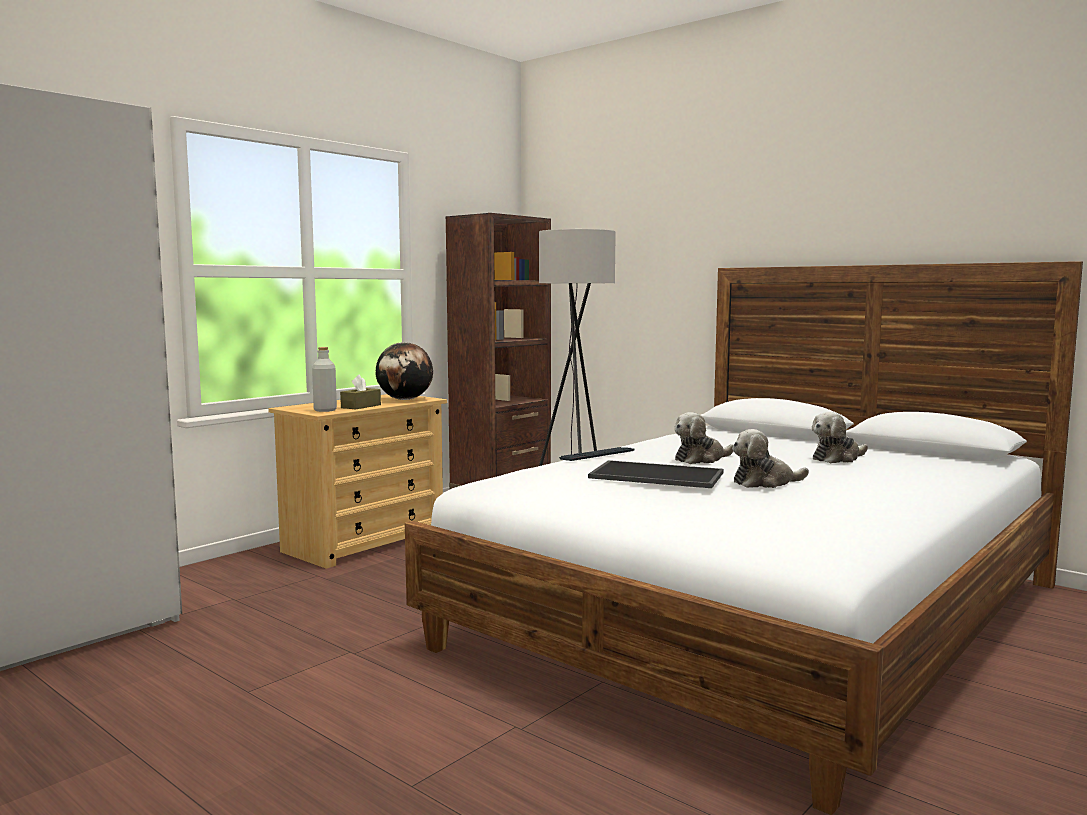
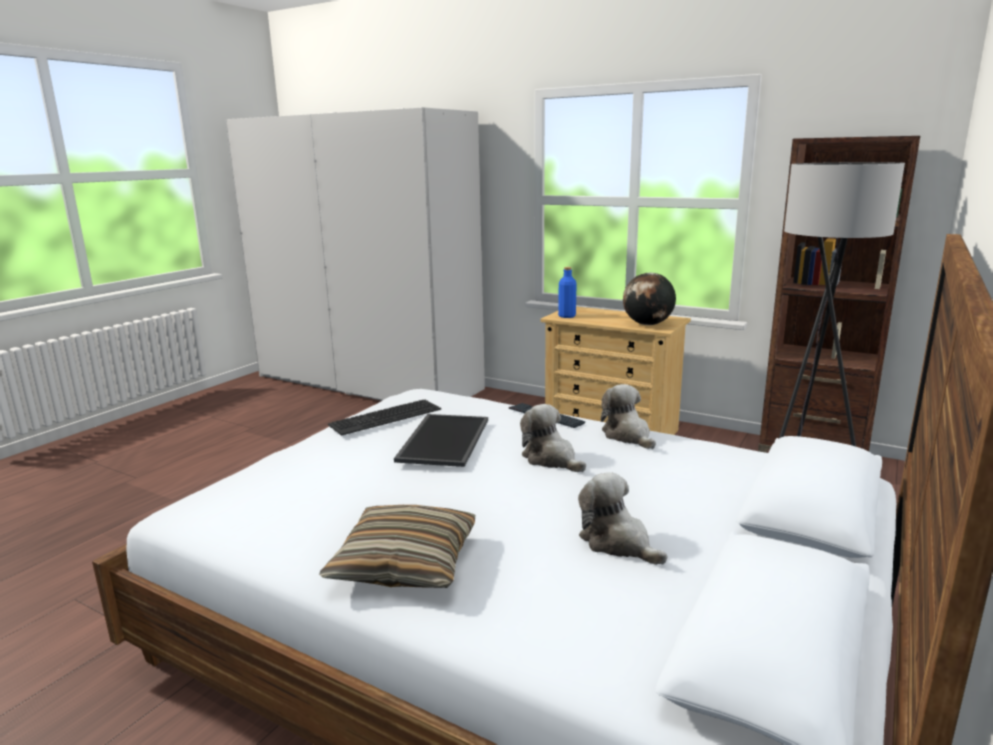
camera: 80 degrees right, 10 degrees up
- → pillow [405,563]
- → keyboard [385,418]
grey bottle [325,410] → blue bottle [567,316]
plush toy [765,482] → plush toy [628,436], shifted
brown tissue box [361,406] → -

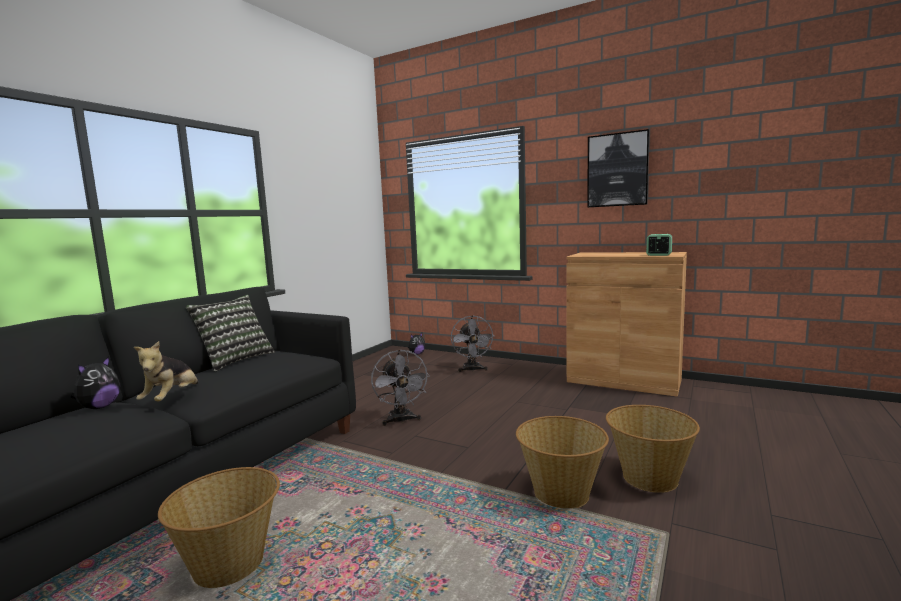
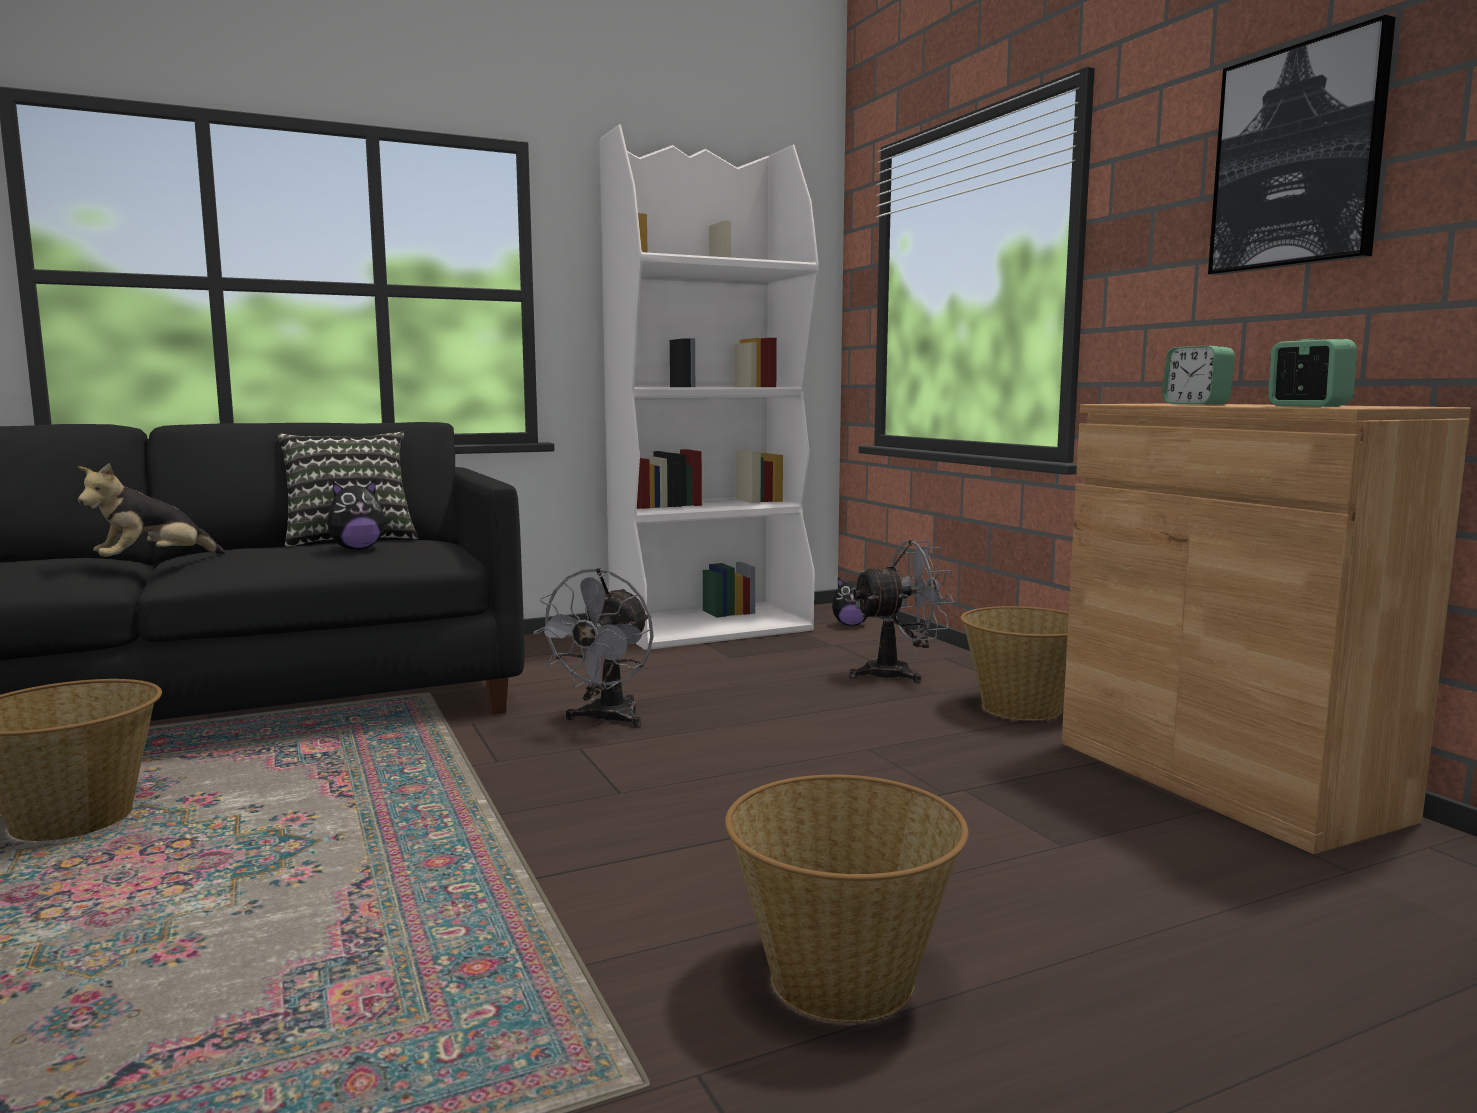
camera: 35 degrees right, 0 degrees up
plush toy [99,407] → plush toy [357,549], shifted
- → white bookcase [711,628]
grey fan [472,370] → grey fan [899,673], 135 degrees counterclockwise
basket [561,492] → basket [1022,707], shifted
- → alarm clock [1195,404]

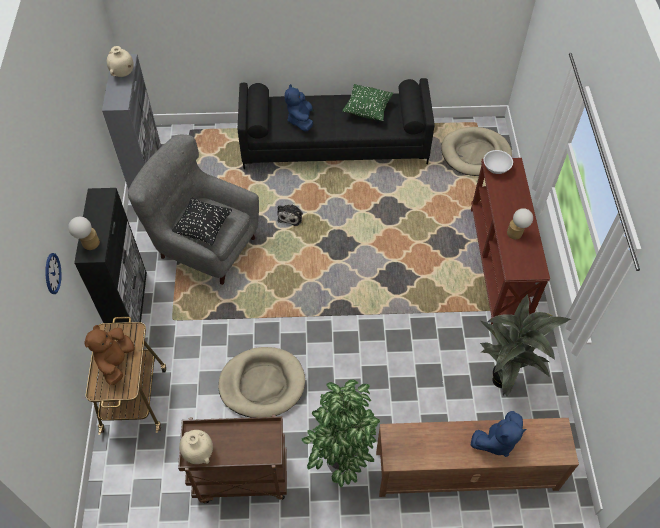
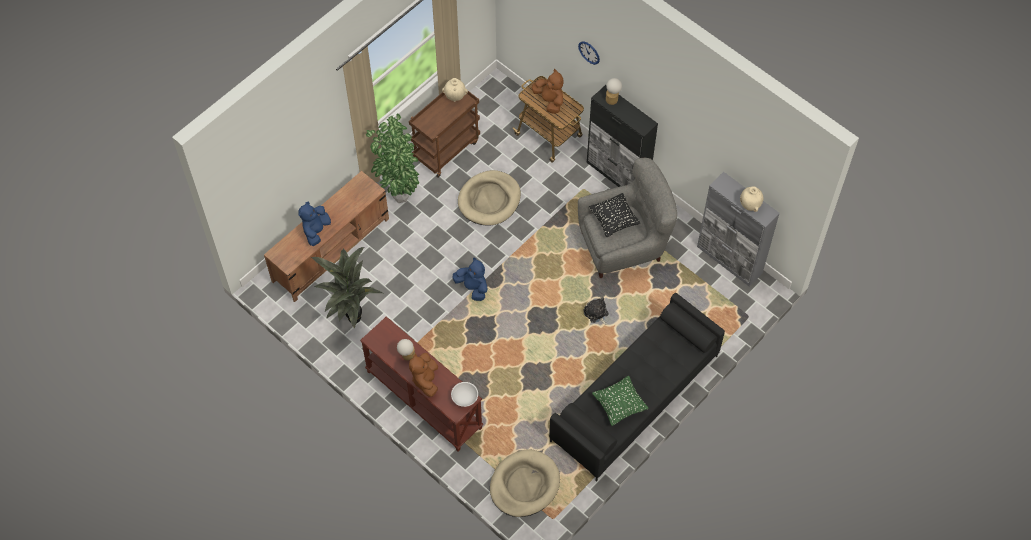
camera: 135 degrees right, 5 degrees up
- → brown plush toy [425,379]
blue plush toy [300,120] → blue plush toy [472,287], shifted

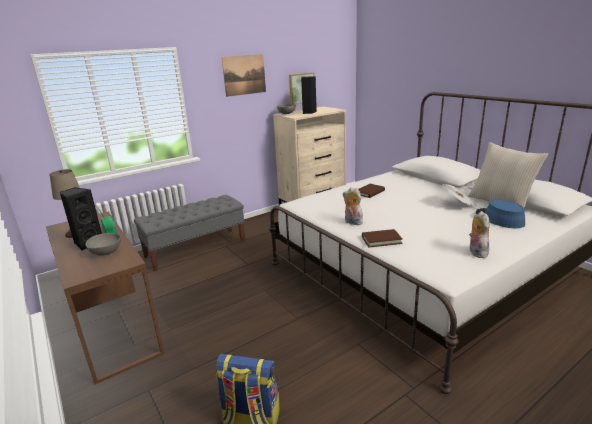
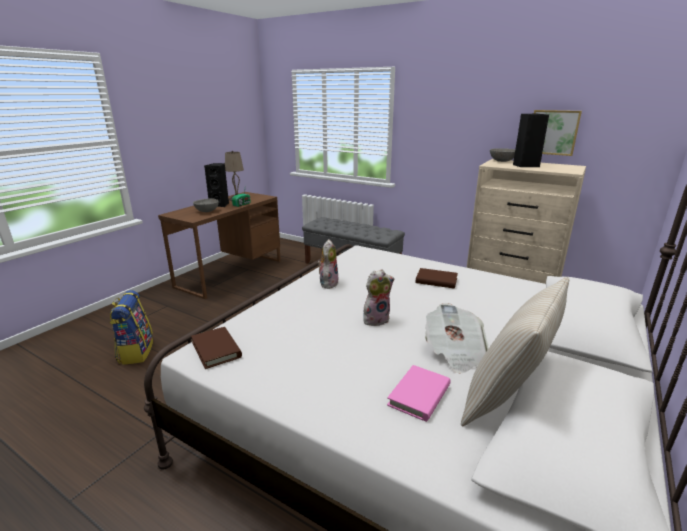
camera: 65 degrees right, 0 degrees up
brown book [381,240] → brown book [216,349], shifted
plush toy [476,252] → plush toy [376,319], shifted
blue hat [499,219] → pink book [419,395]
picture [244,75] → -

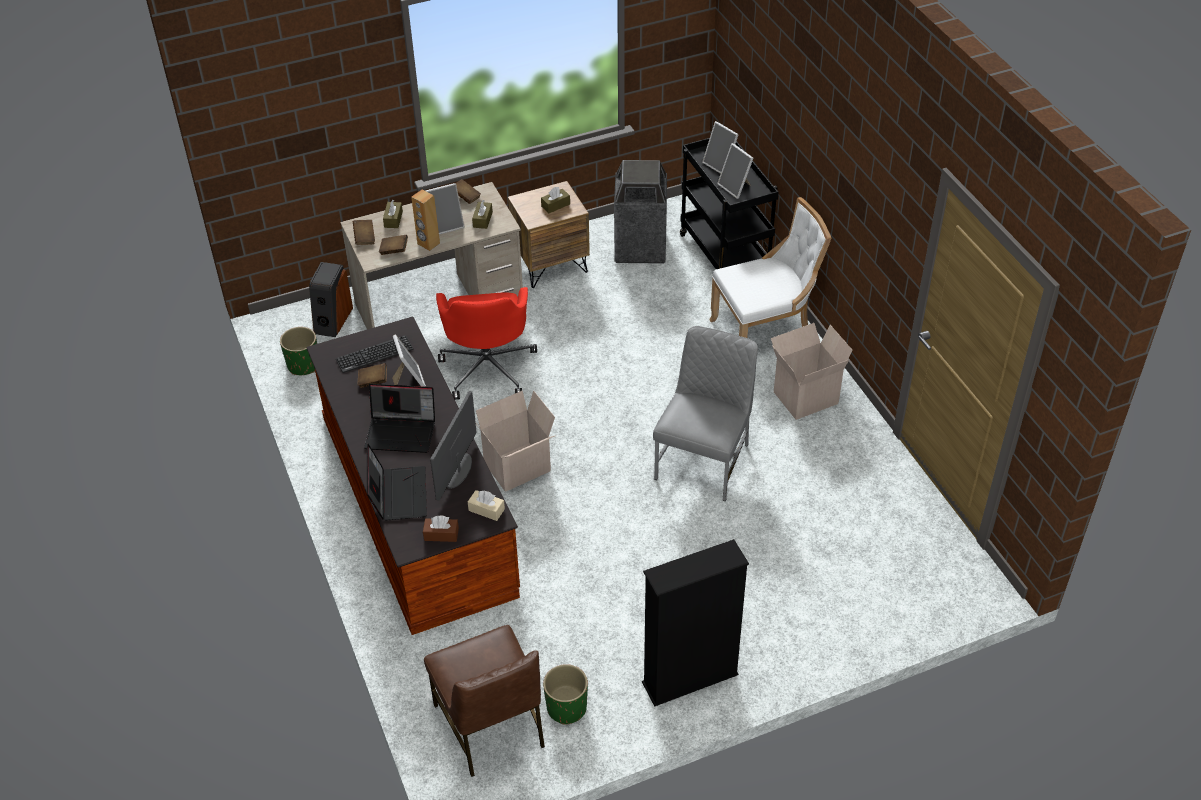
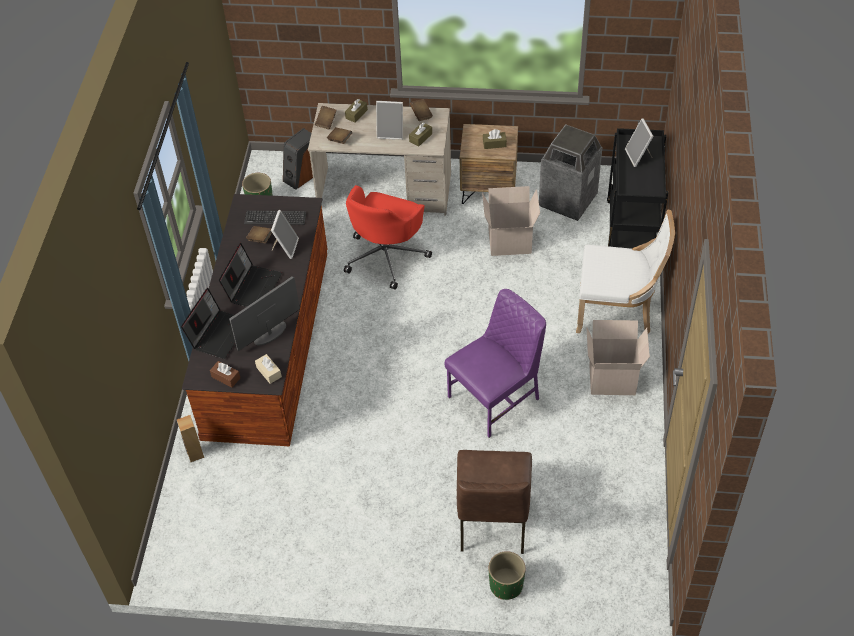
camera: 30 degrees right, 5 degrees up
brown speaker [428,244] → brown speaker [195,454], shifted
laptop [402,432] → laptop [253,287], 105 degrees counterclockwise
grey chair [704,461] → purple chair [496,398]
brown chair [491,726] → brown chair [492,521], shifted
cardboard box [517,469] → cardboard box [509,243], shifted
green planter [567,708] → green planter [506,585], shifted
black bookcase [690,679] → -
picture frame [736,187] → -

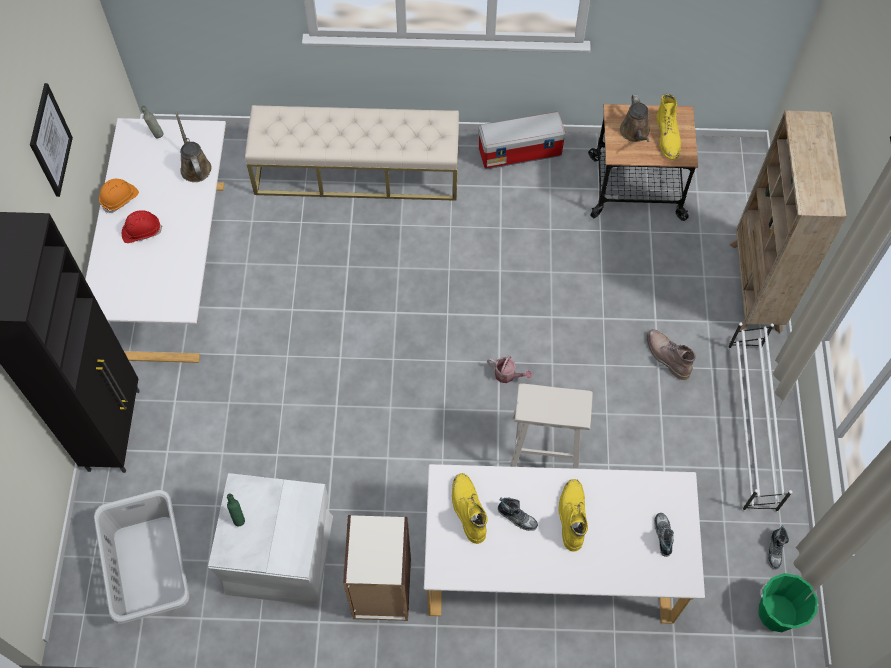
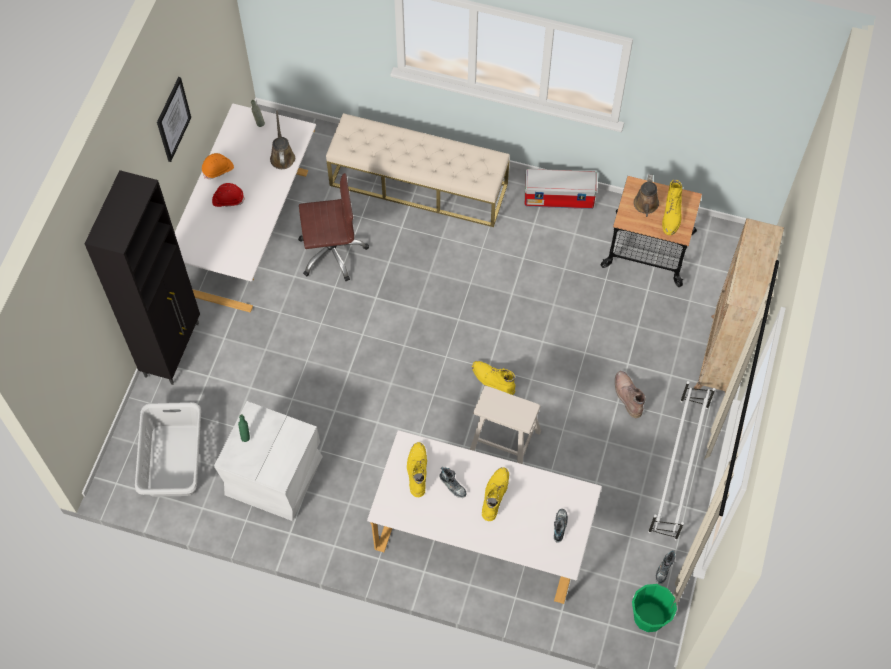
camera: 15 degrees right, 0 degrees up
- → brown office chair [332,252]
watering can [508,375] → yellow boot [492,380]
bookcase [382,589] → -

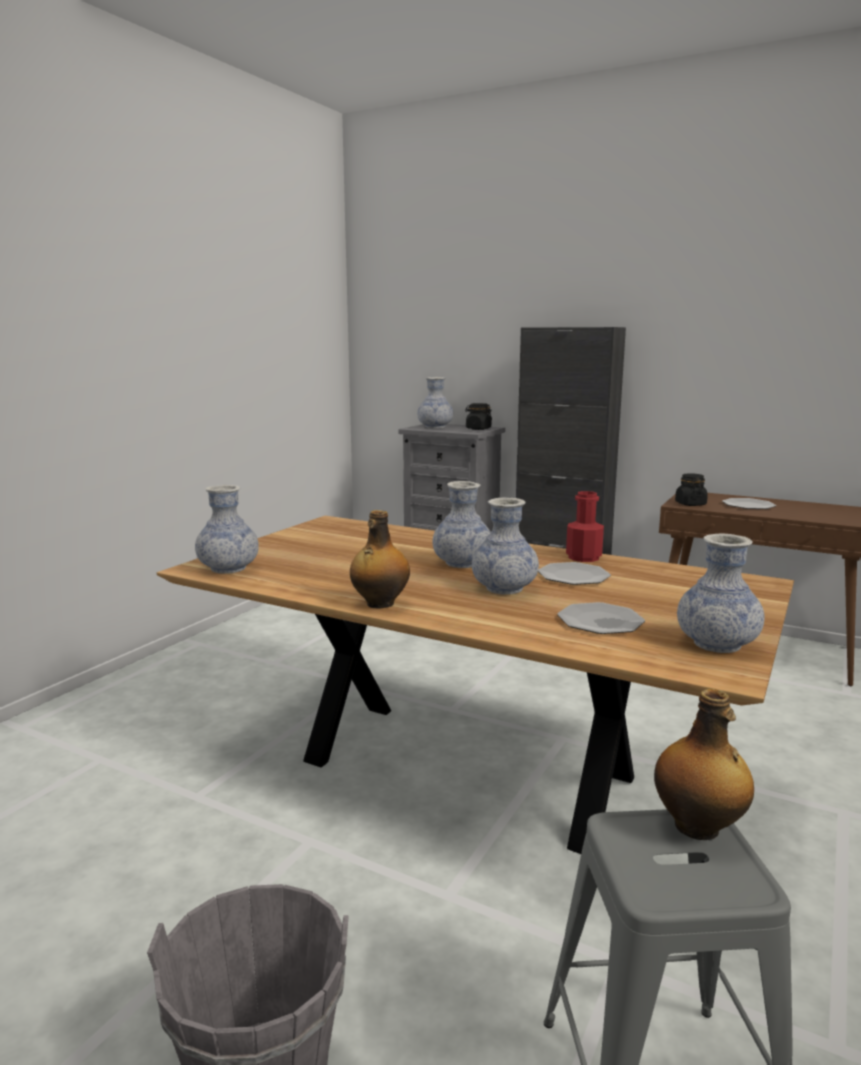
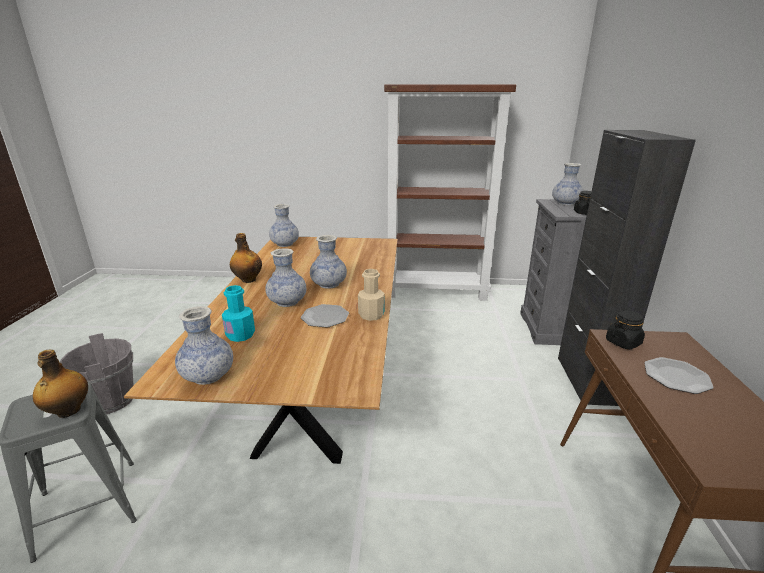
camera: 65 degrees right, 10 degrees up
plate [600,621] → turquoise bottle [240,335]
red bottle [583,557] → beige bottle [371,315]
- → brown bookcase [436,291]

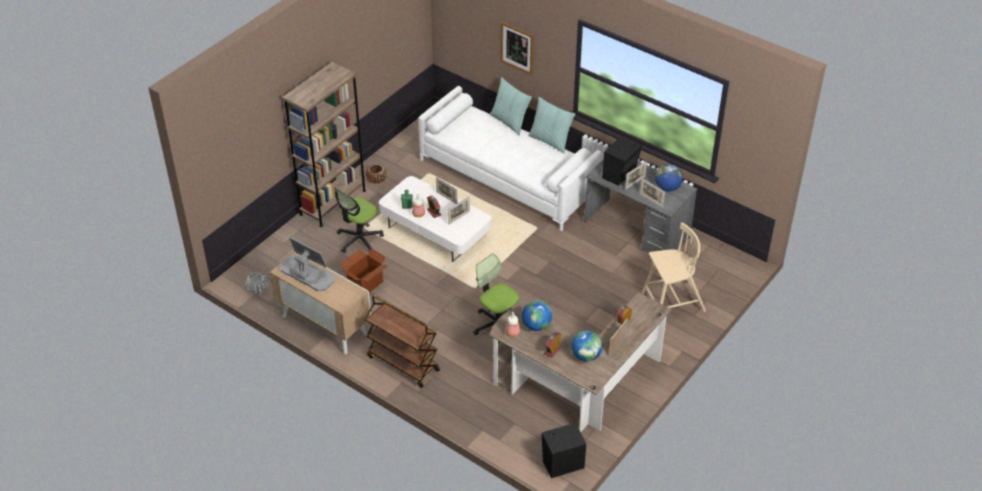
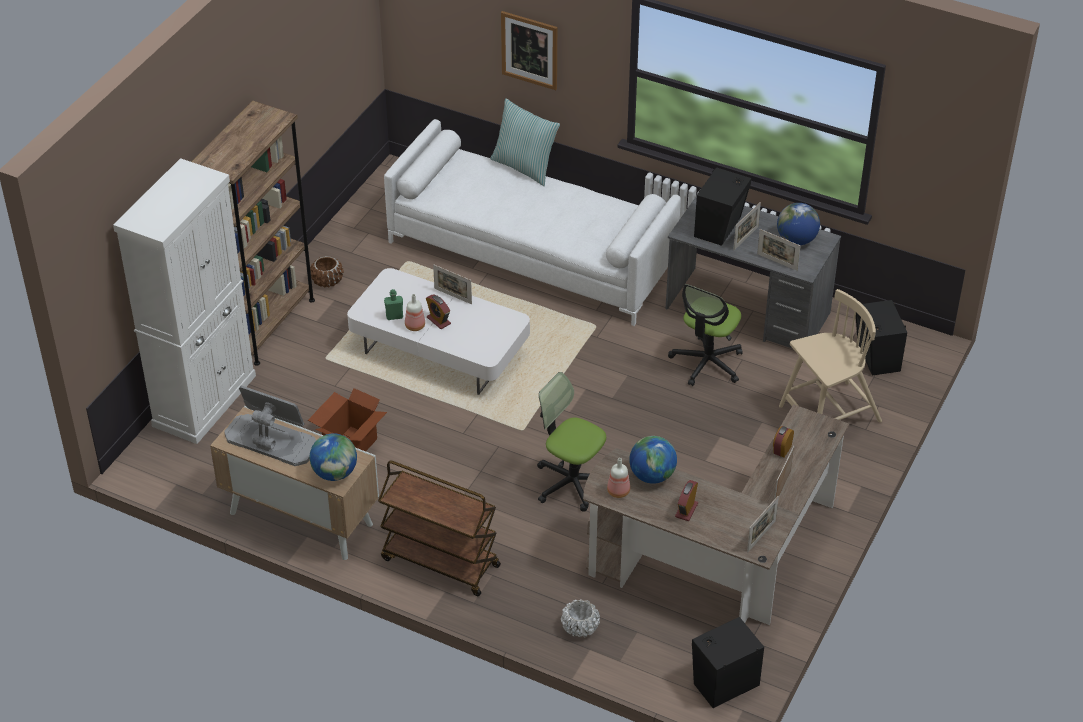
camera: 10 degrees left, 0 degrees up
- → white cabinet [205,400]
globe [586,356] → globe [335,473], shifted
white planter [258,289] → white planter [580,627], shifted
office chair [359,239] → office chair [707,363], shifted
picture frame [459,218] → picture frame [761,536], shifted
- → black speaker [876,358]
pillow [550,141] → -

